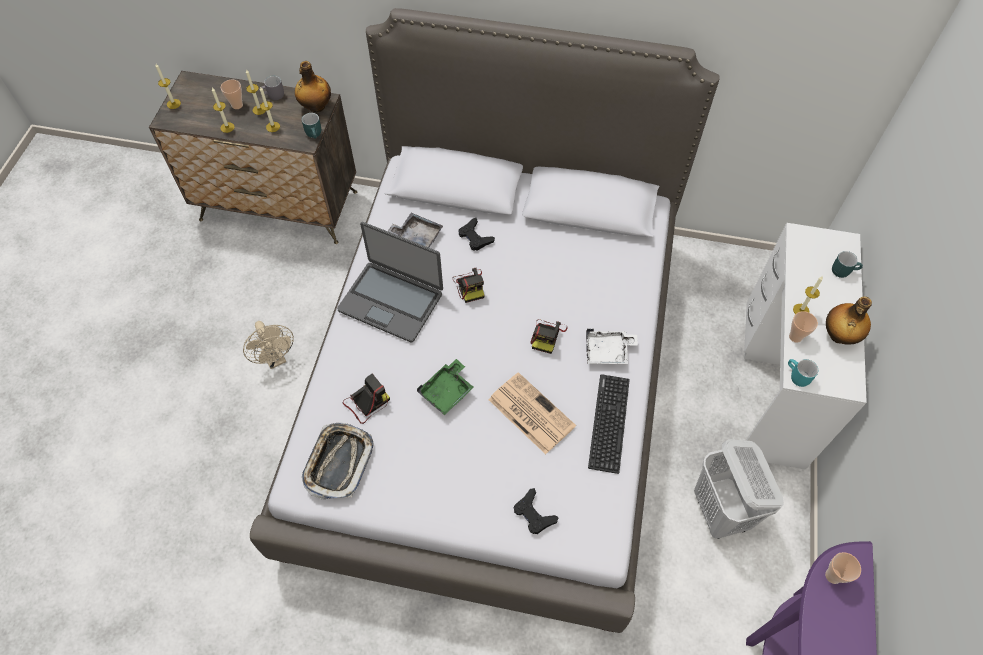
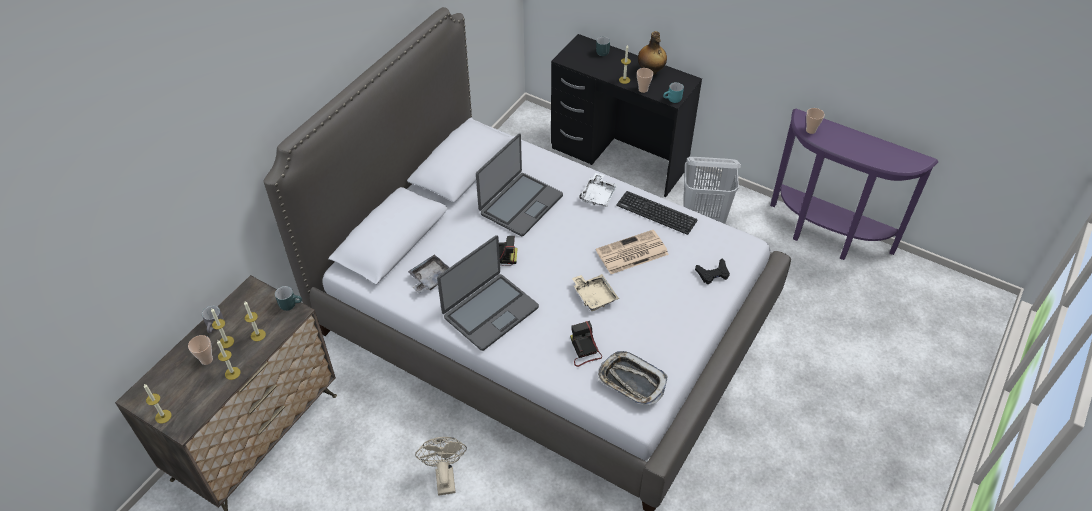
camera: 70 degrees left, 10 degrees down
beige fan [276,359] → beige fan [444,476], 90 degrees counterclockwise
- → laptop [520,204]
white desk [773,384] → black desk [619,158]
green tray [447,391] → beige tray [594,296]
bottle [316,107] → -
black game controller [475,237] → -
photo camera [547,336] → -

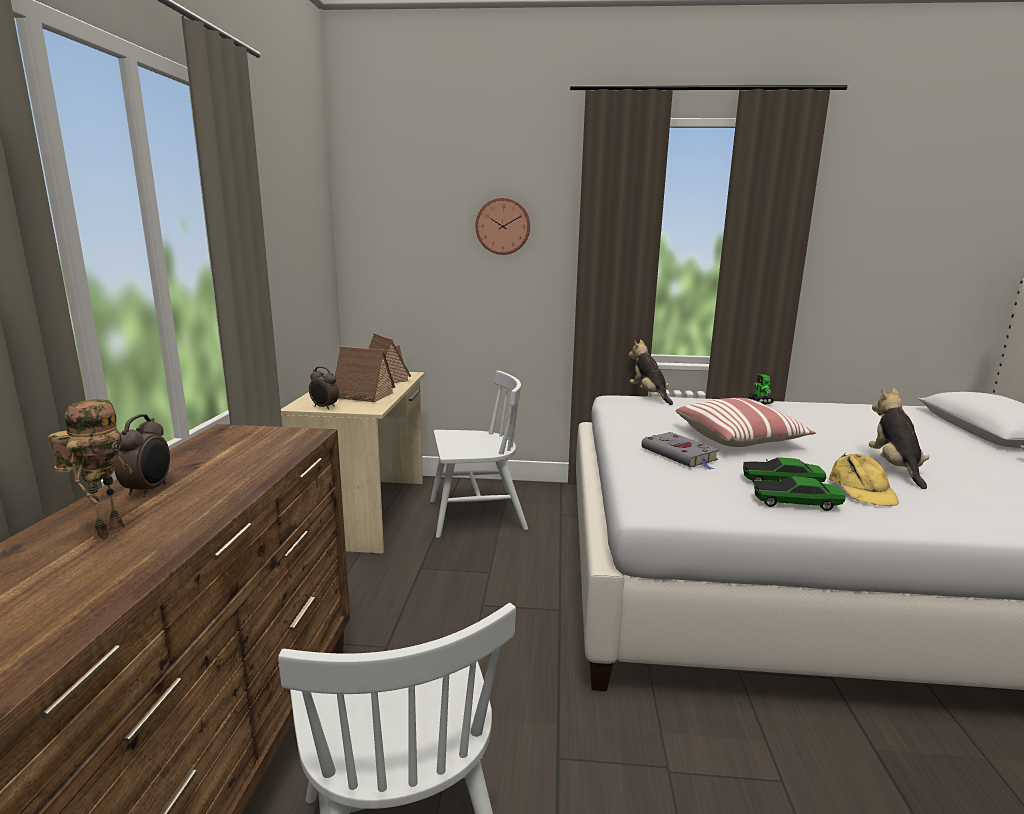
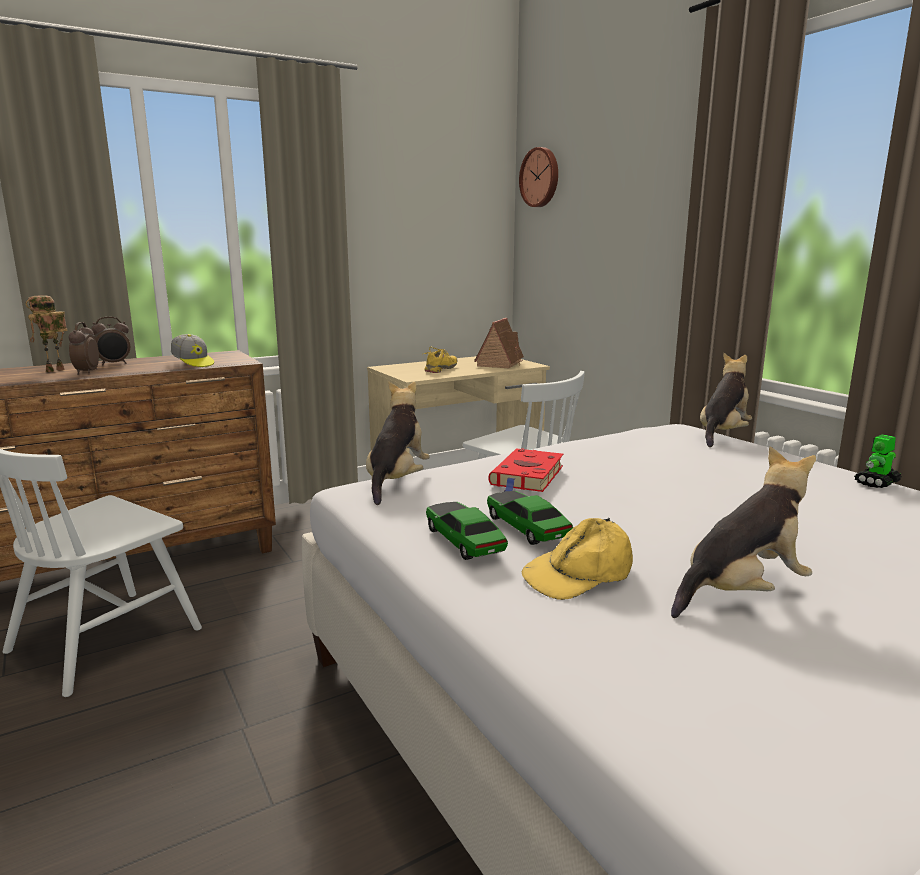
camera: 55 degrees right, 0 degrees up
toy robot [108,531] → toy robot [55,371], 150 degrees clockwise
alarm clock [324,407] → alarm clock [86,372], shifted
- → cap [193,363]
- → plush toy [397,481]
toy house [360,395] → yellow shoe [441,369]
grey book [680,455] → red book [527,476]
wall clock [503,226] → wall clock [540,177], shifted
pillow [739,439] → -

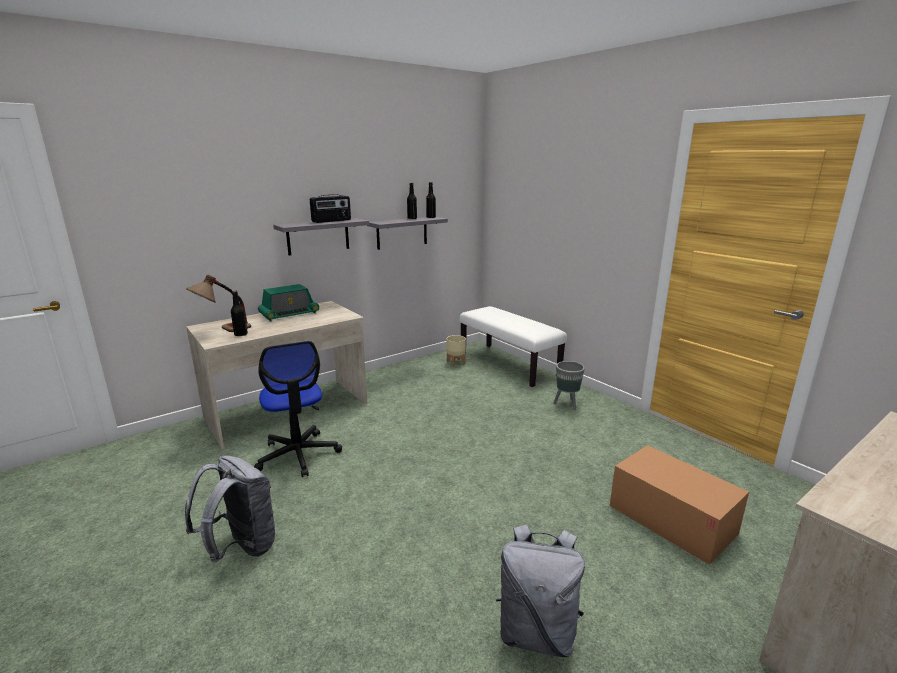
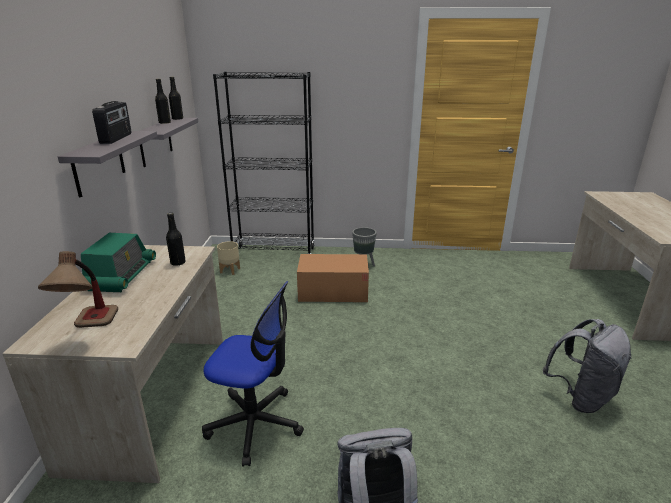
camera: 50 degrees left, 5 degrees up
black bottle [241,334] → black bottle [178,263], shifted
white bench [509,364] → black bookcase [274,253]
cardboard box [671,519] → cardboard box [333,291], shifted

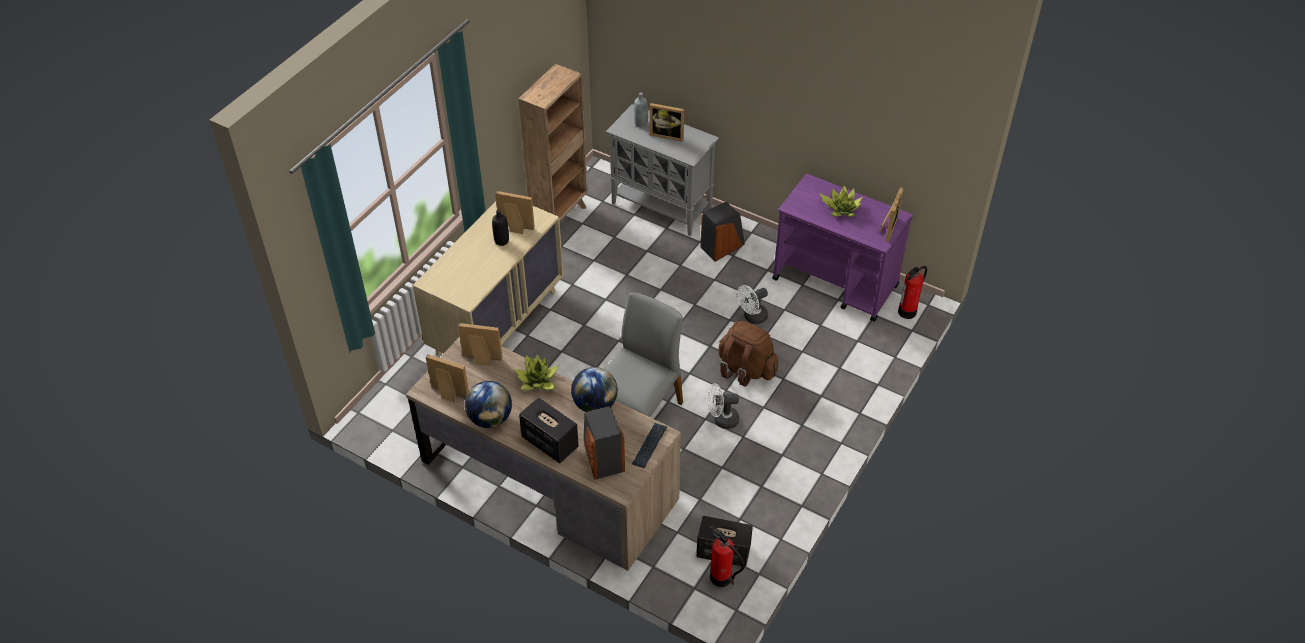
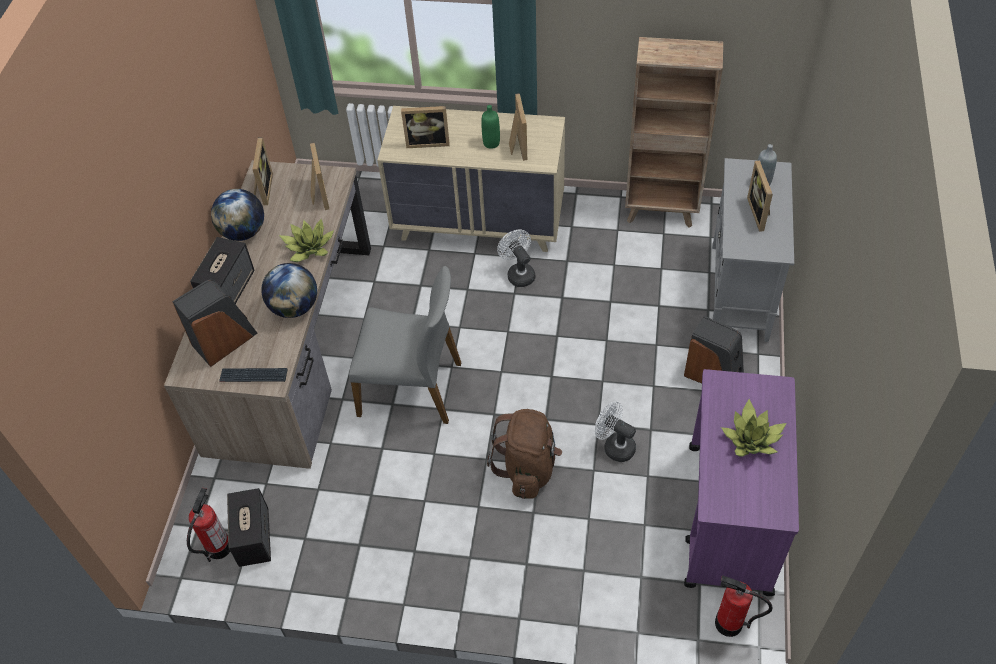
camera: 70 degrees right, 5 degrees up
picture frame [887,228] → picture frame [428,142], shifted
black bottle [501,241] → green bottle [491,143]
white fan [721,420] → white fan [518,273], shifted

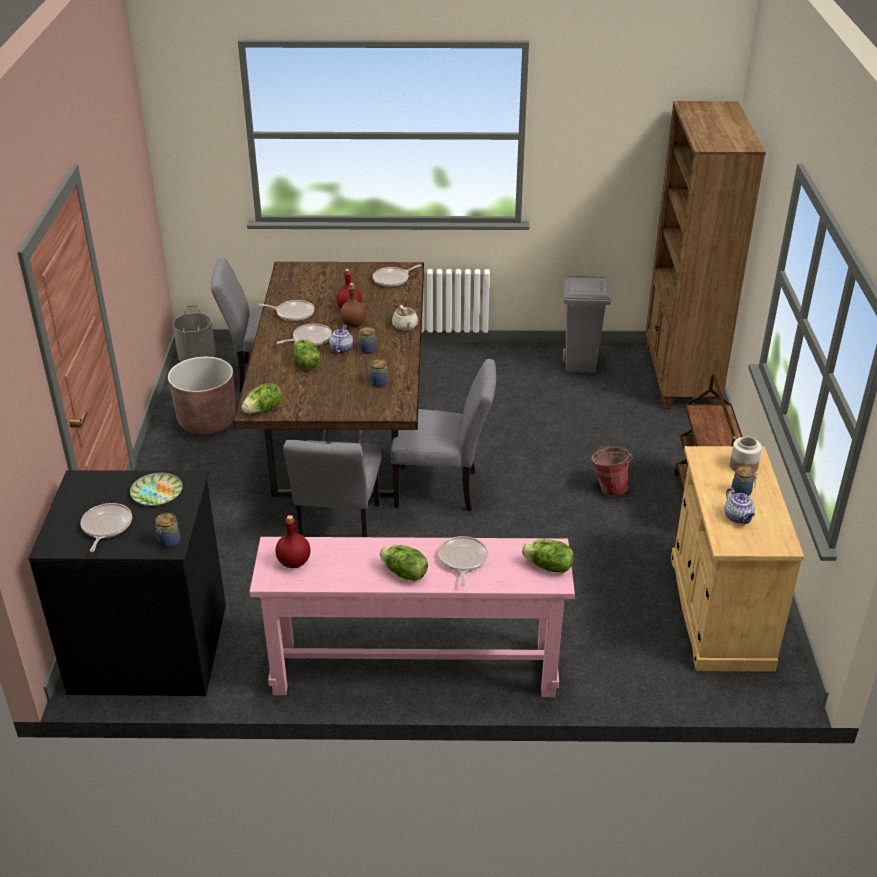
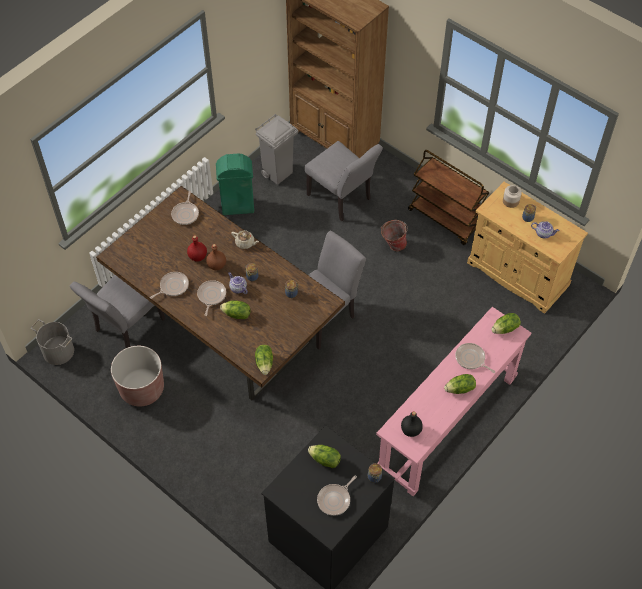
camera: 50 degrees left, 20 degrees up
- → green trash can [237,206]
grey chair [338,532] → grey chair [342,199], shifted
plate [156,493] → lettuce [325,460]
frying pan [106,527] → frying pan [335,499], 90 degrees counterclockwise
red bottle [294,562] → black bottle [411,430]

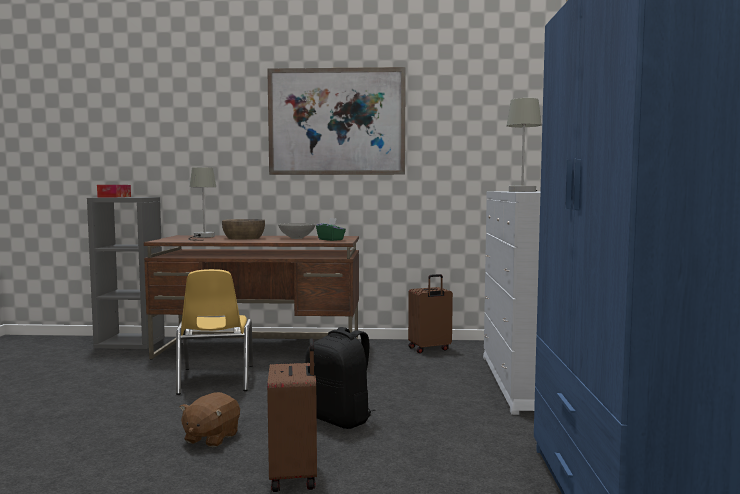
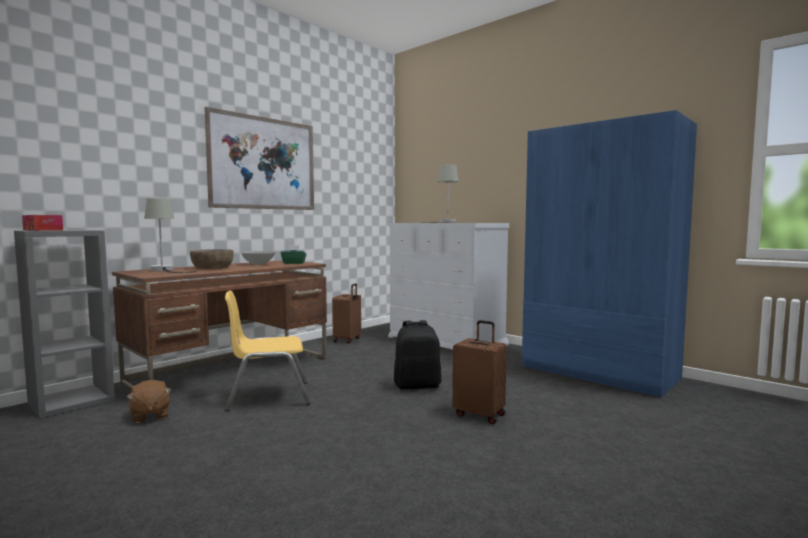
camera: 50 degrees left, 0 degrees up
brown plush toy [211,438] → brown plush toy [149,415], shifted
yellow chair [215,380] → yellow chair [268,396], 135 degrees clockwise

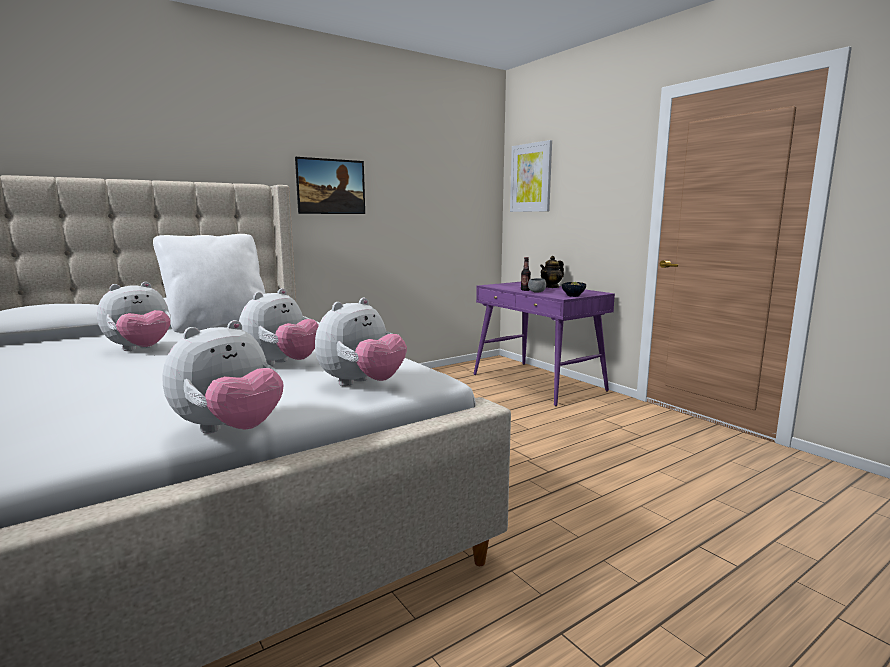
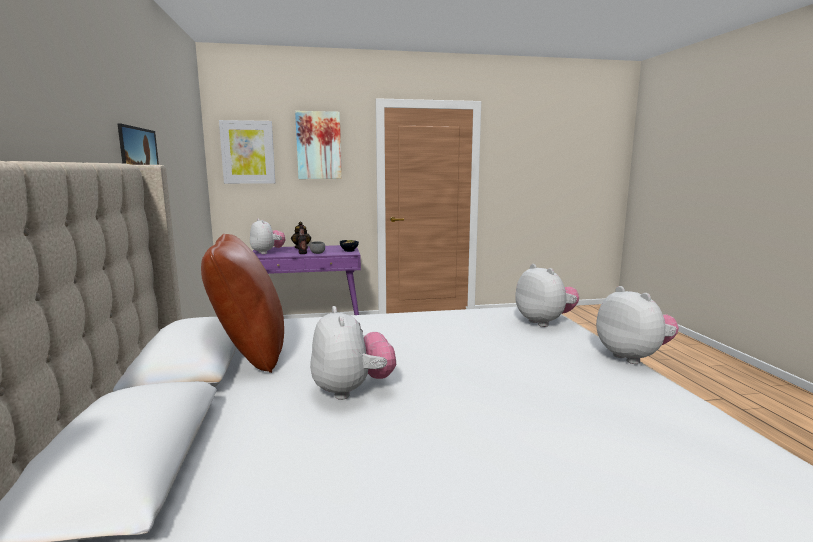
camera: 65 degrees left, 0 degrees up
white pillow [219,324] → brown pillow [250,353]
plush toy [282,364] → plush toy [267,252], shifted
- → picture [318,145]

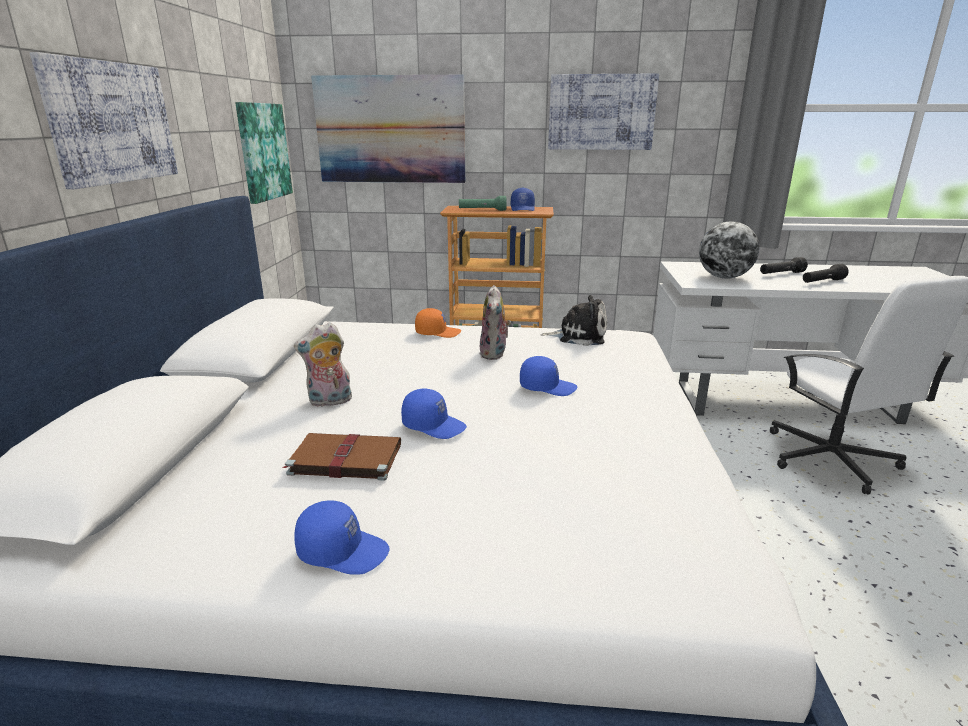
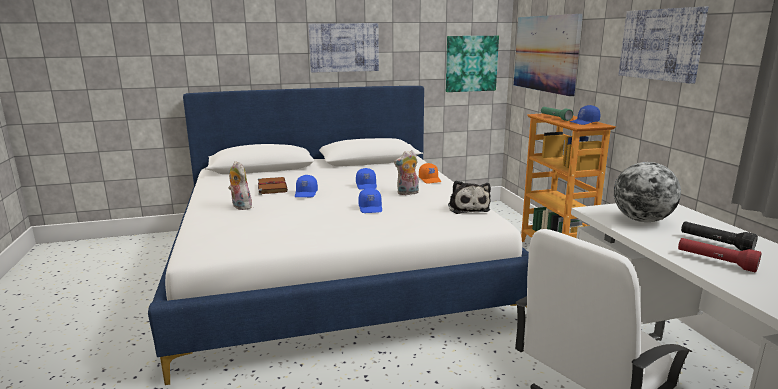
camera: 70 degrees right, 5 degrees down
plush toy [329,402] → plush toy [240,206], shifted
blue cap [343,551] → blue cap [367,186], shifted
black flashlight [822,282] → red flashlight [715,261]

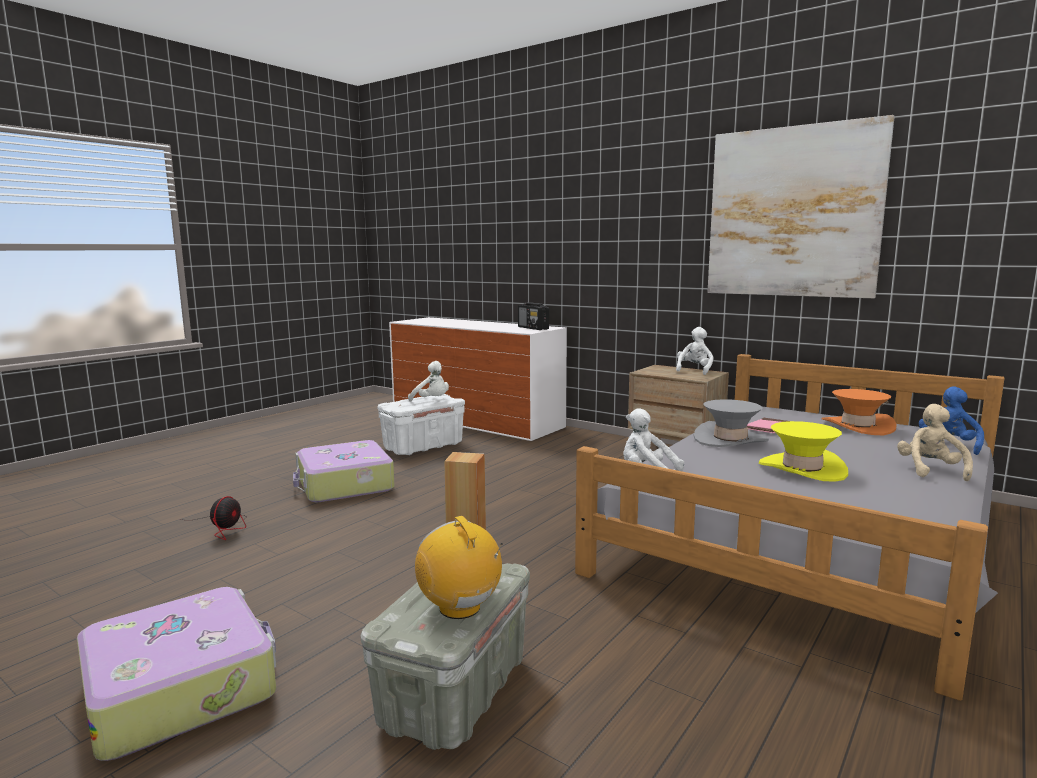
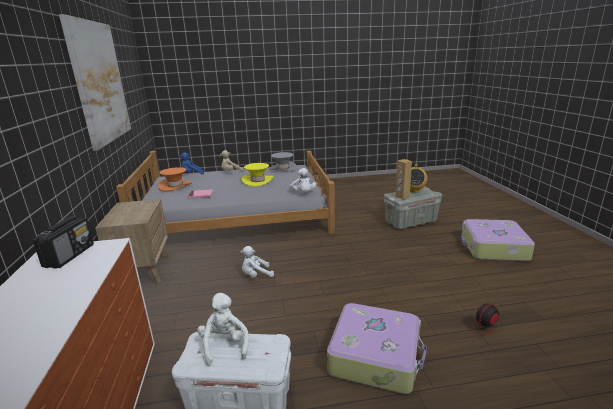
camera: 135 degrees left, 10 degrees up
white plush toy [694,370] → white plush toy [256,275], shifted
grey hat [730,440] → grey hat [283,168], shifted

